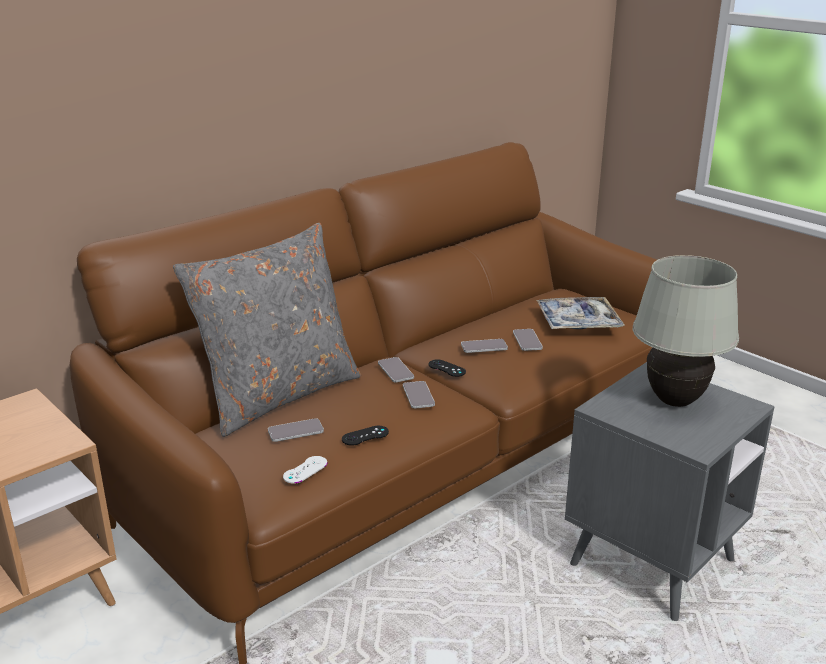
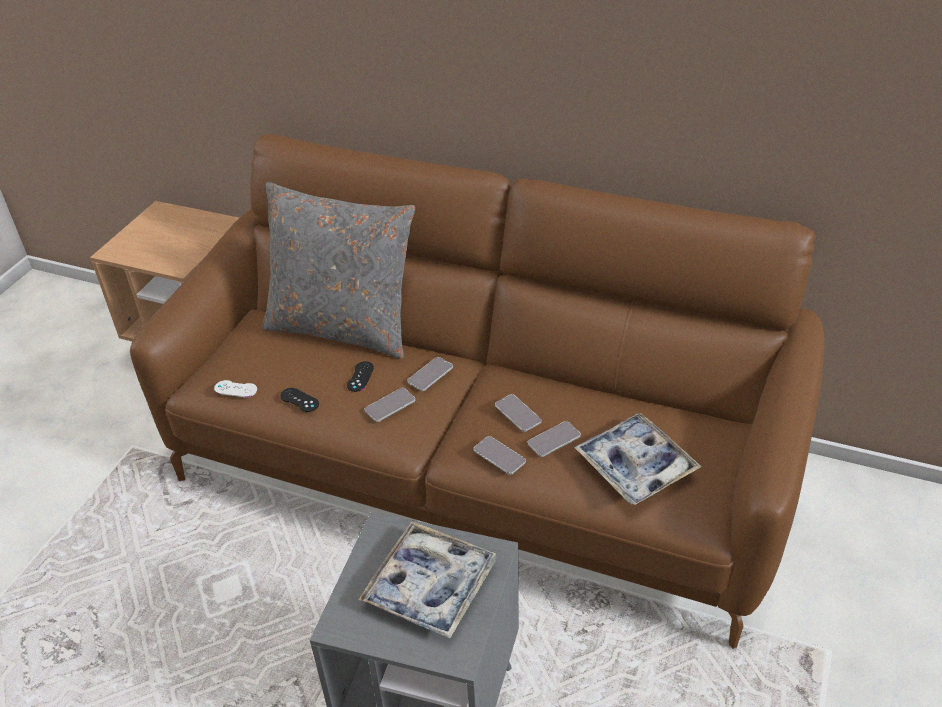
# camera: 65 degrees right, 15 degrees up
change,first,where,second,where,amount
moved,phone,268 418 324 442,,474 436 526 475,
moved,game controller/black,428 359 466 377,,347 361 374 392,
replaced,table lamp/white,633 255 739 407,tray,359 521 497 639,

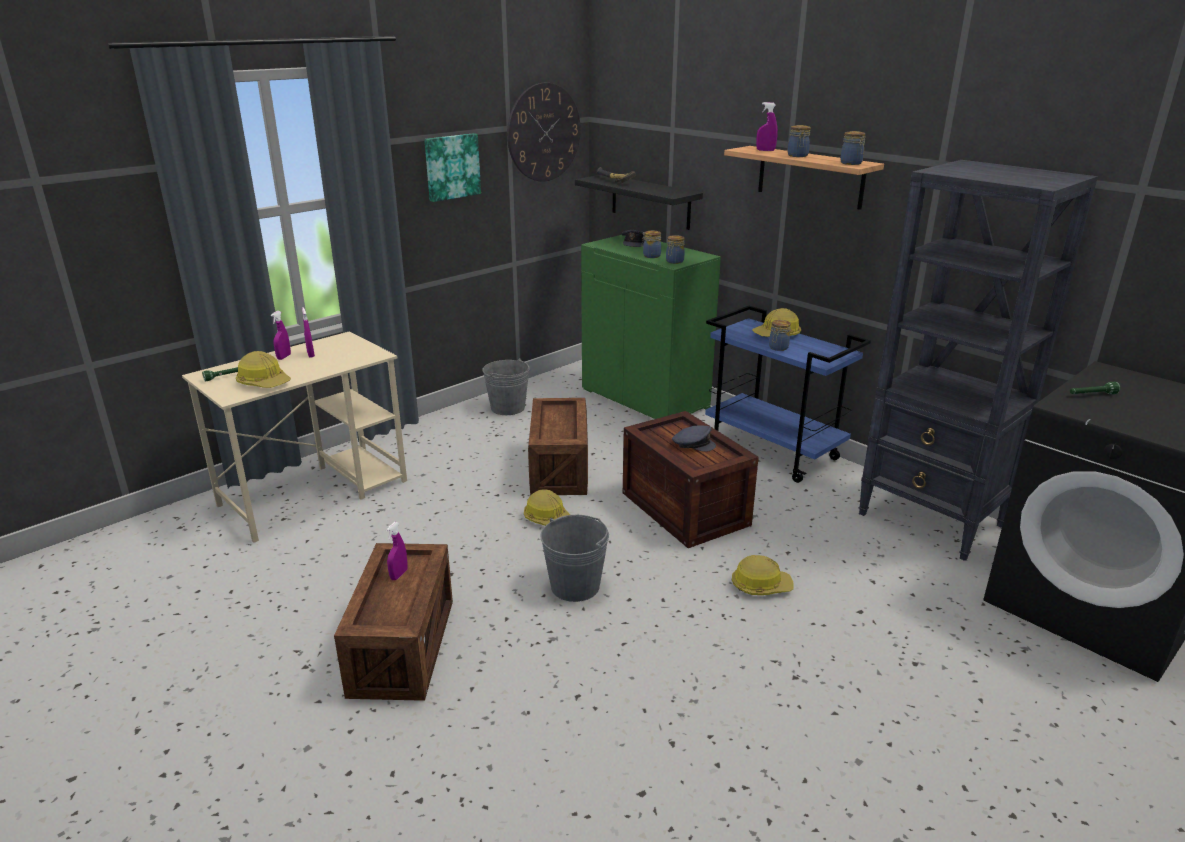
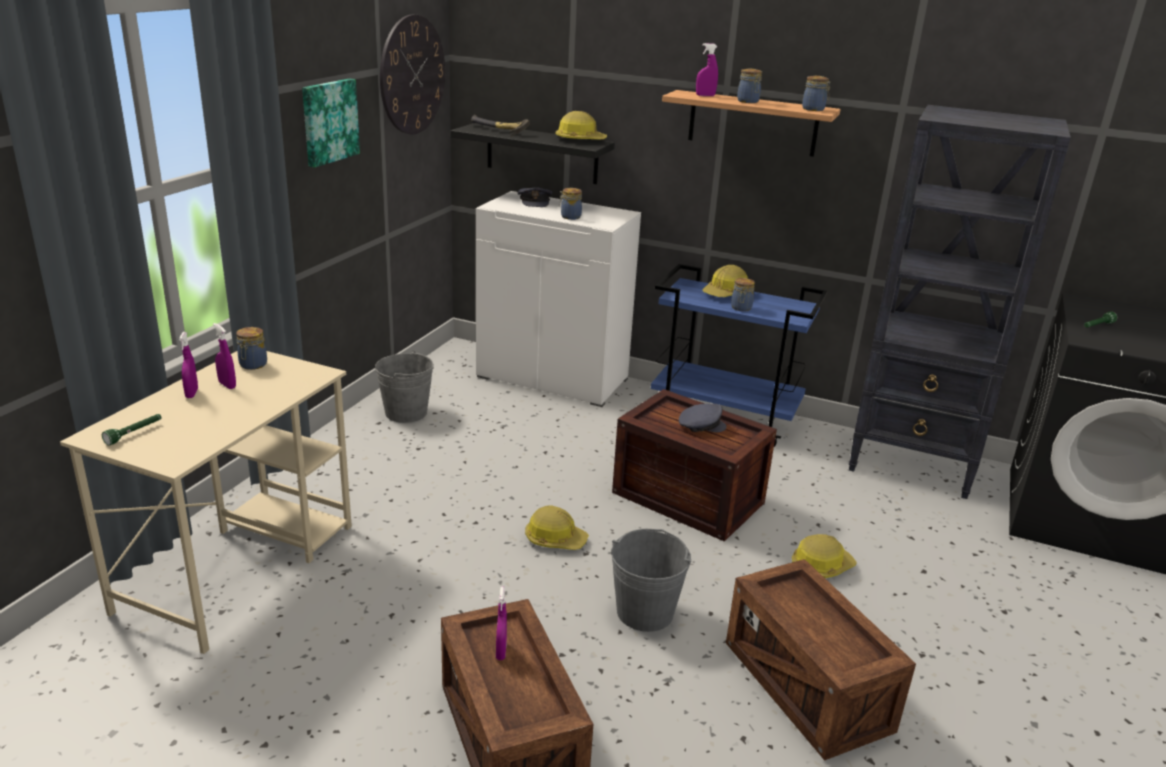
# camera: 25 degrees left, 0 degrees up
change,first,where,second,where,amount
moved,hard hat,236 351 291 388,,556 111 607 140,
moved,crate,528 398 588 496,,726 559 916 761,
moved,jar,666 235 685 264,,236 327 267 370,
recoloured,cabinet/green,581 235 721 419,cabinet/white,476 191 641 407,

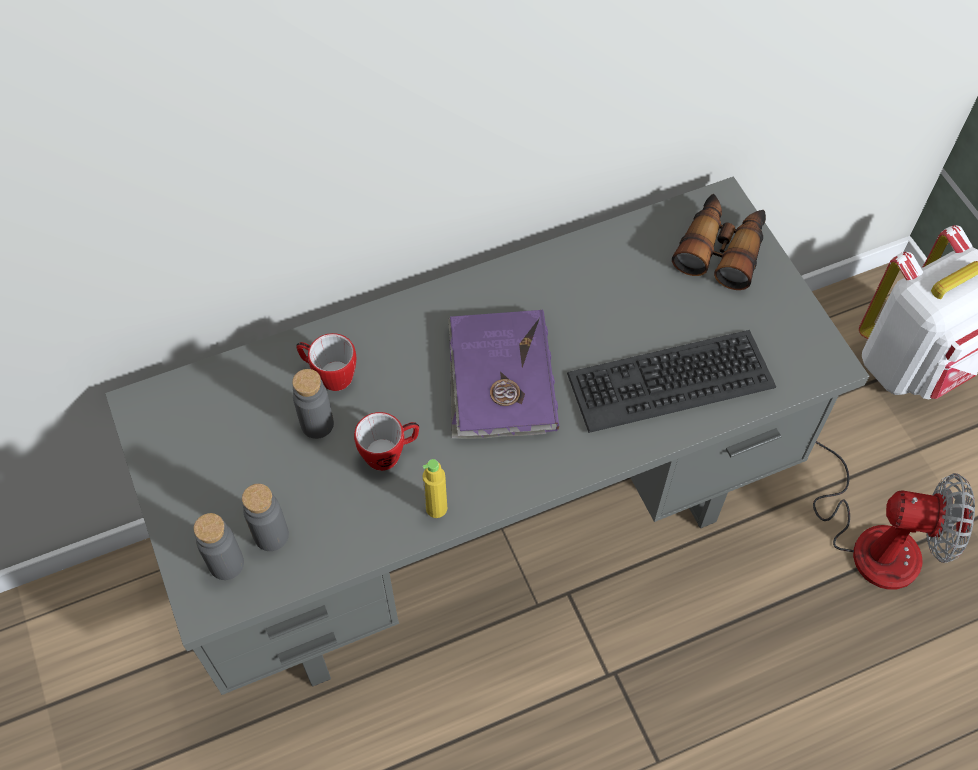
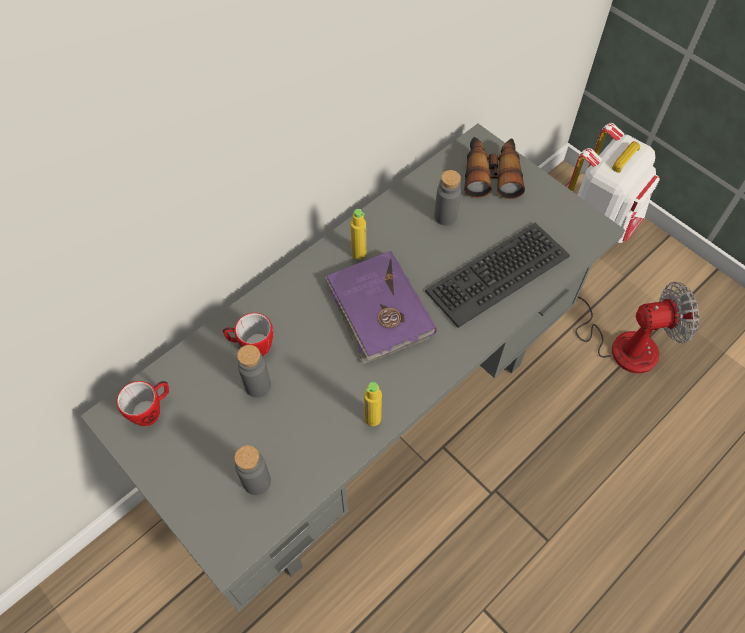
# camera: 20 degrees left, 0 degrees up
change,first,where,second,where,amount
added,,,bottle/yellow,351 209 366 260,
moved,bottle/grey,193 513 244 580,,434 170 461 226,
moved,mug,354 412 419 471,,117 381 169 426,

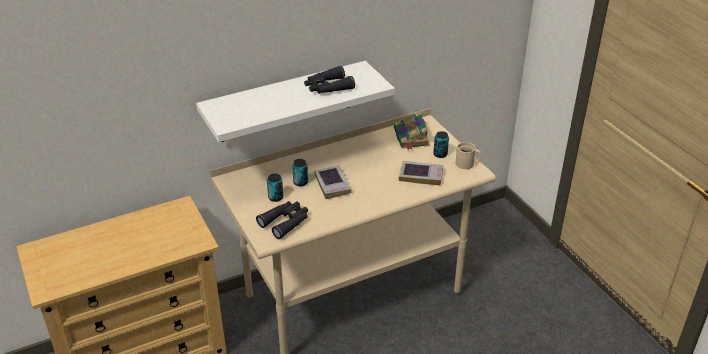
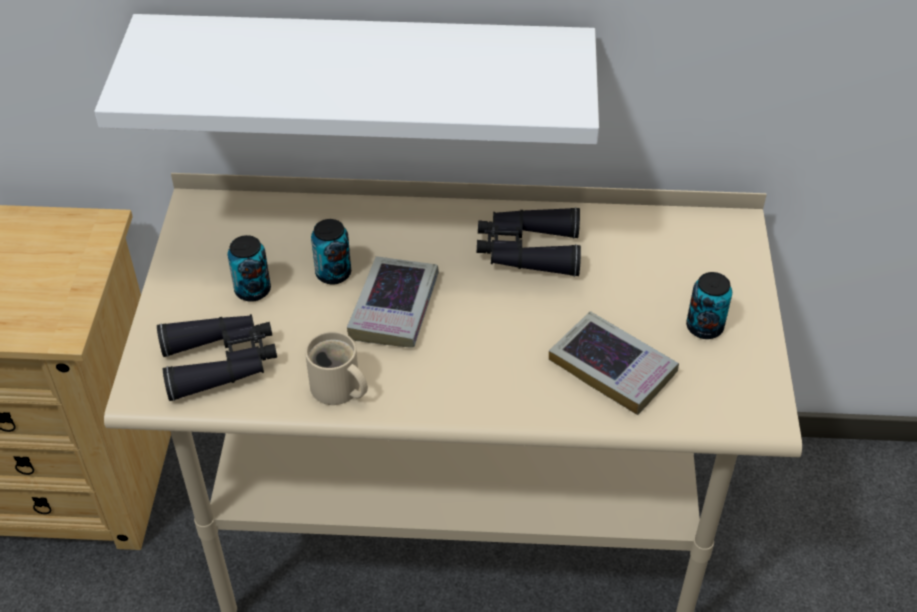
# camera: 30 degrees right, 10 degrees up
change,first,where,second,where,amount
removed,book,394 111 430 150,,,
moved,binoculars/black,304 66 355 94,,477 207 581 277,
moved,mug/beige,455 142 481 169,,305 331 368 405,

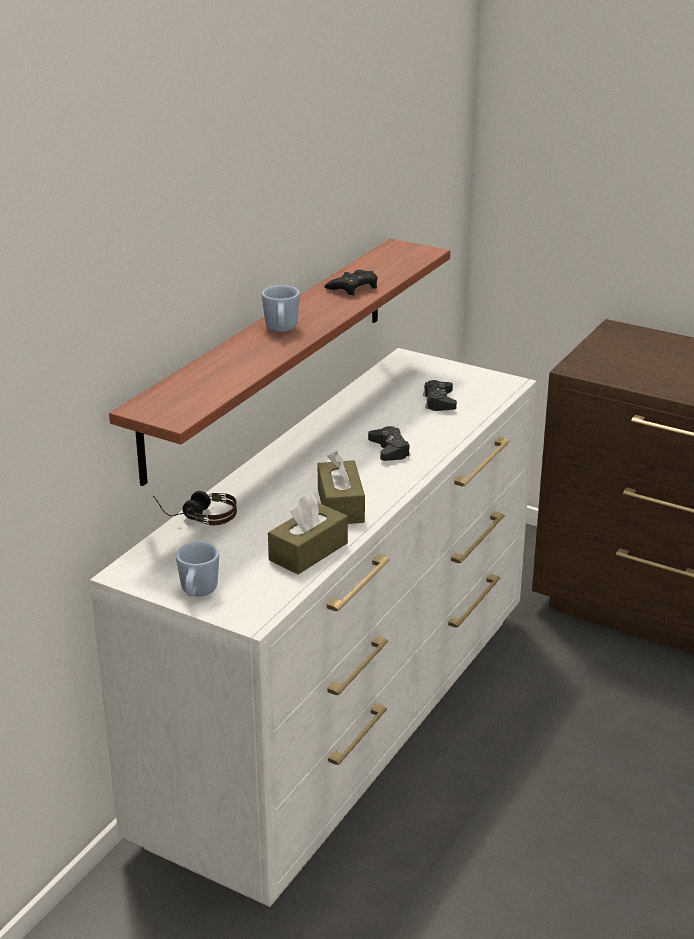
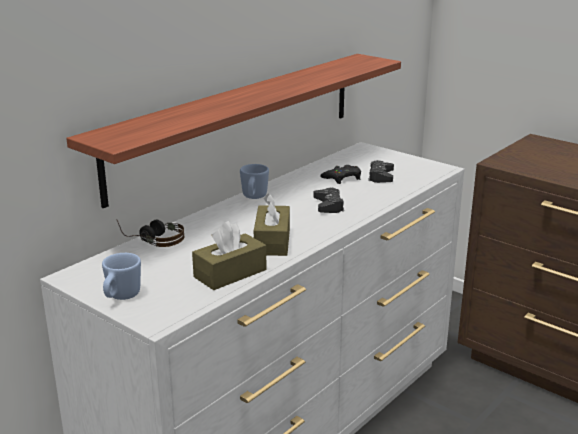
# camera: 10 degrees right, 5 degrees down
change,first,where,second,where,amount
moved,mug/blue,262 285 300 332,,240 164 269 199,
moved,game controller/black,325 270 378 295,,320 165 361 184,

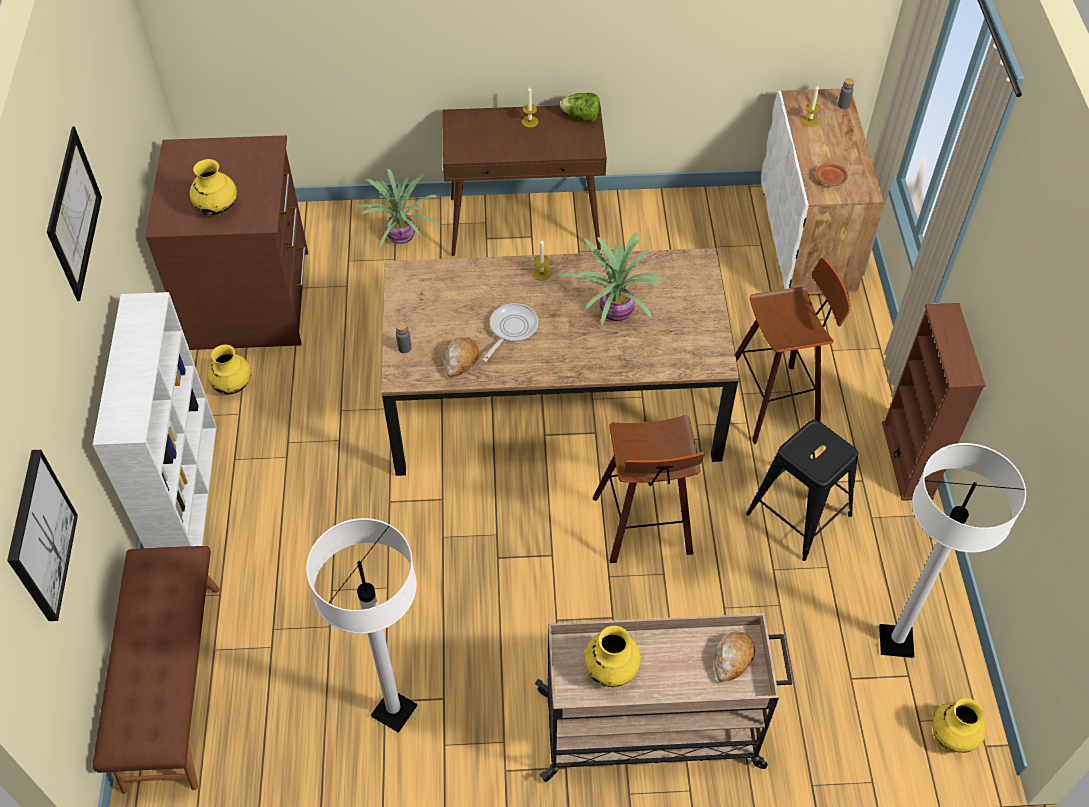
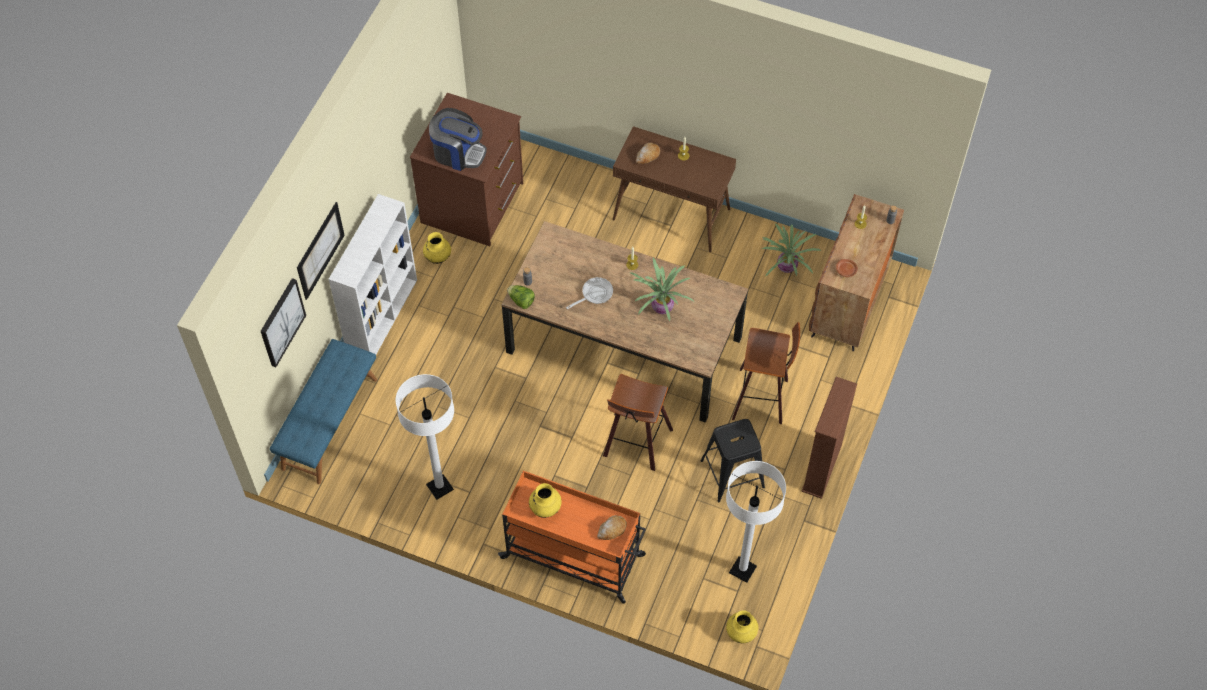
# camera: 25 degrees right, 5 degrees up
change,first,where,second,where,amount
moved,picture,47 127 102 301,,297 202 345 300,
moved,potted plant,356 169 440 250,,762 224 821 277,
moved,bread,443 337 479 378,,636 143 660 164,
moved,lettuce,561 93 600 122,,507 285 535 309,
replaced,vase/yellow,190 159 237 216,coffee machine,429 108 487 171,
recoloured,bench/brown,92 546 220 794,bench/blue,270 339 377 484,
recoloured,cart/beige,535 613 792 782,cart/orange,498 471 646 604,
recoloured,cabinet/white,761 89 884 297,cabinet/brown,809 194 904 351,

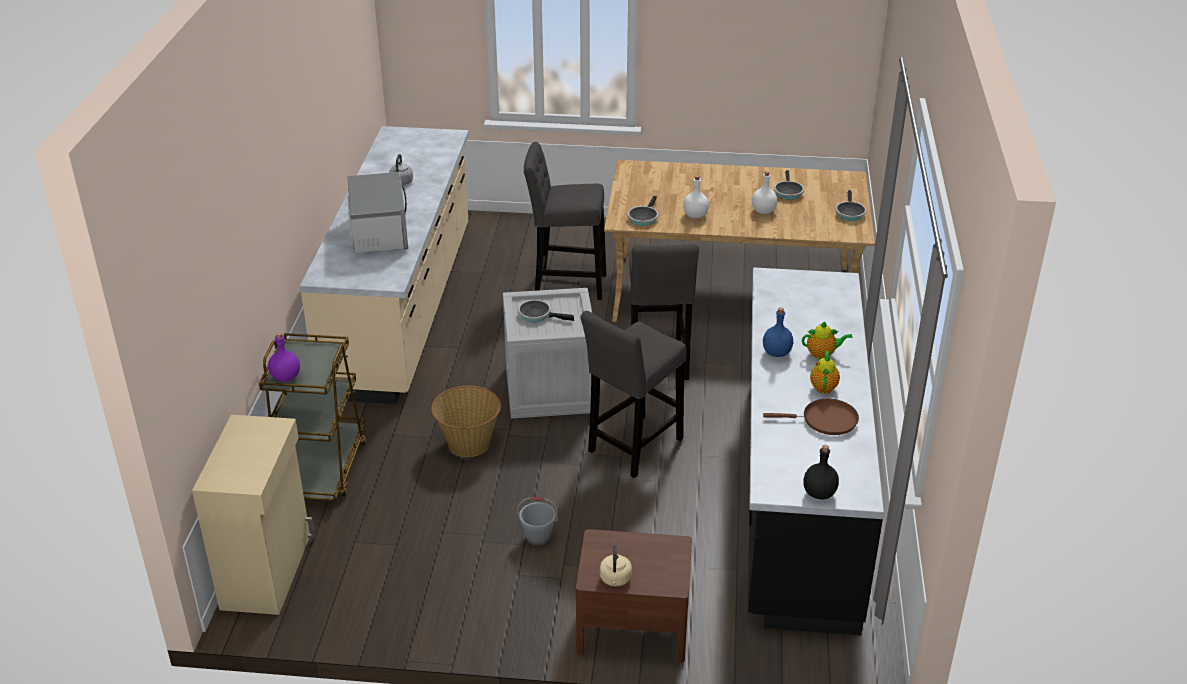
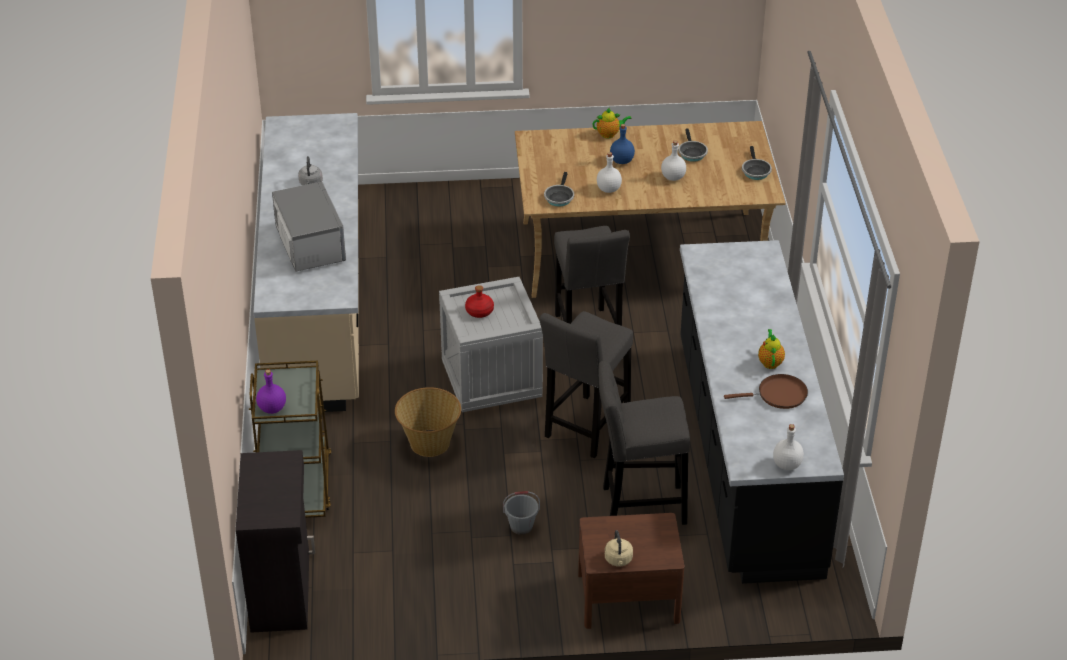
# camera: 10 degrees left, 5 degrees up
change,first,where,second,where,amount
moved,stool/grey,524 142 606 300,,598 361 690 525,
moved,bottle/blue,763 308 793 357,,610 124 635 164,
moved,teapot,802 322 853 359,,593 108 632 138,
replaced,frying pan,518 300 574 322,bottle/red,465 285 494 318,
recoloured,cabinet/beige,192 415 315 615,cabinet/black,236 450 315 633,
recoloured,bottle/black,803 445 839 500,bottle/white,773 424 804 470,

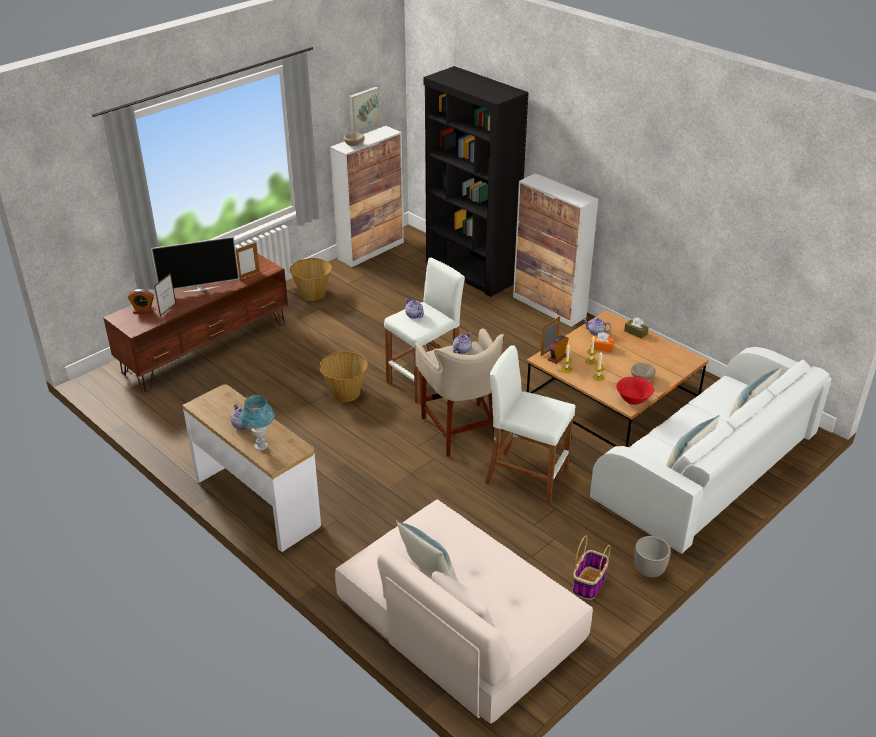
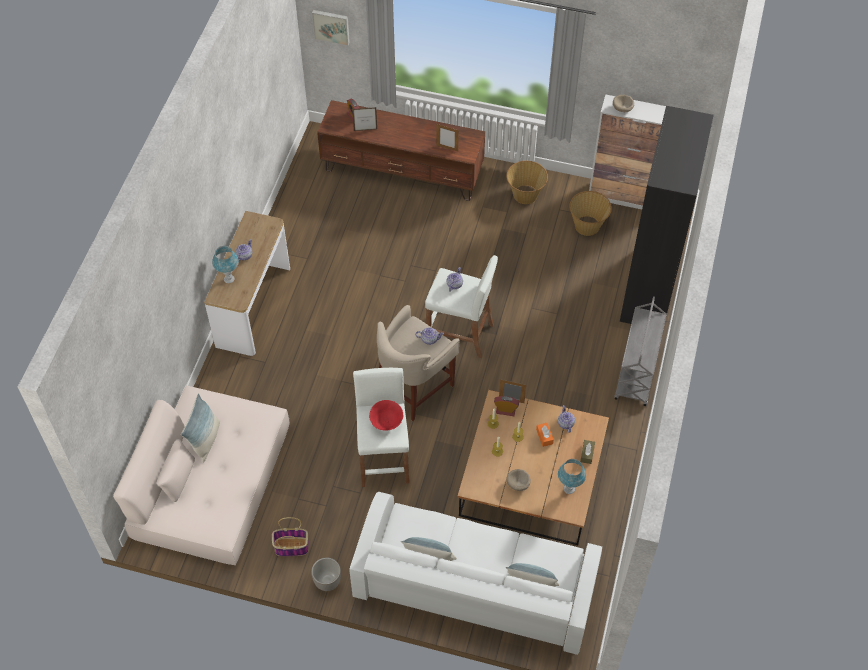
# camera: 60 degrees right, 20 degrees up
change,first,where,second,where,amount
removed,television,151 236 239 293,,,
added,,,table lamp/blue,558 459 586 494,
moved,basket,319 352 368 402,,569 191 612 236,
moved,picture,349 87 380 131,,312 10 350 46,
moved,bowl/red,616 377 654 405,,369 400 403 431,
replaced,cabinet,513 173 598 327,cart/grey,614 296 667 406,

